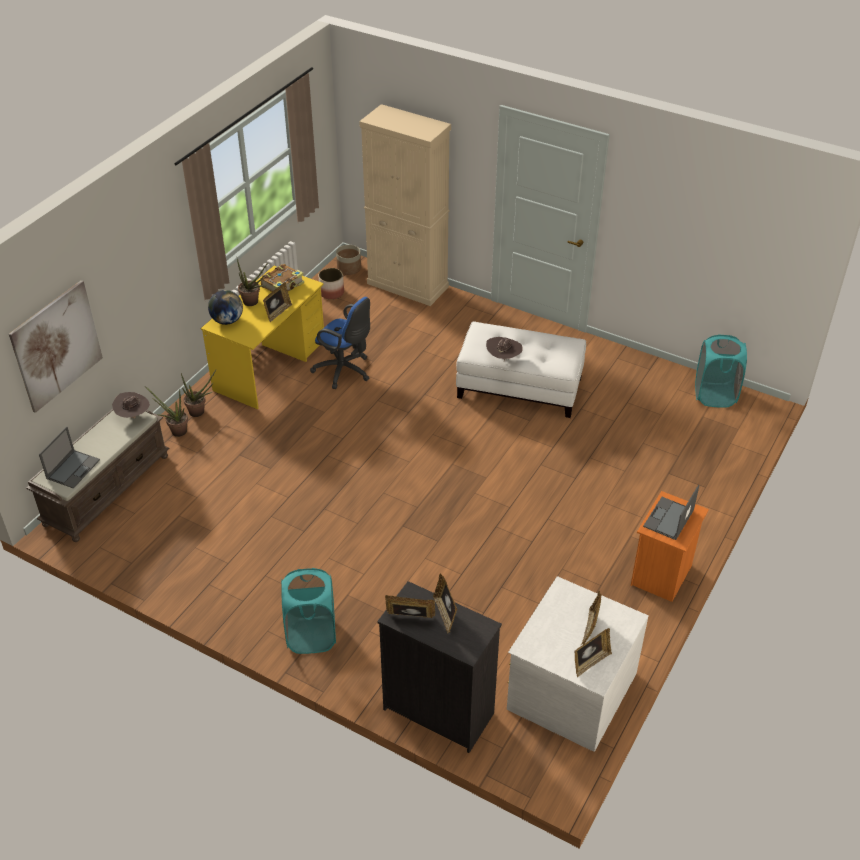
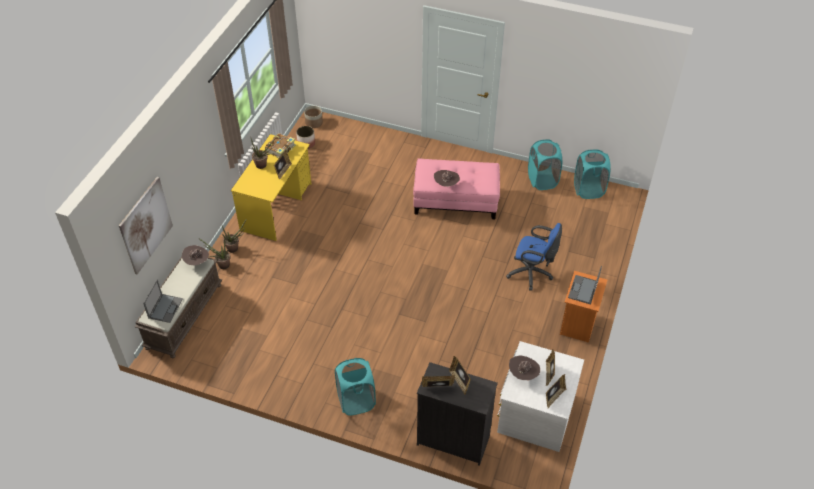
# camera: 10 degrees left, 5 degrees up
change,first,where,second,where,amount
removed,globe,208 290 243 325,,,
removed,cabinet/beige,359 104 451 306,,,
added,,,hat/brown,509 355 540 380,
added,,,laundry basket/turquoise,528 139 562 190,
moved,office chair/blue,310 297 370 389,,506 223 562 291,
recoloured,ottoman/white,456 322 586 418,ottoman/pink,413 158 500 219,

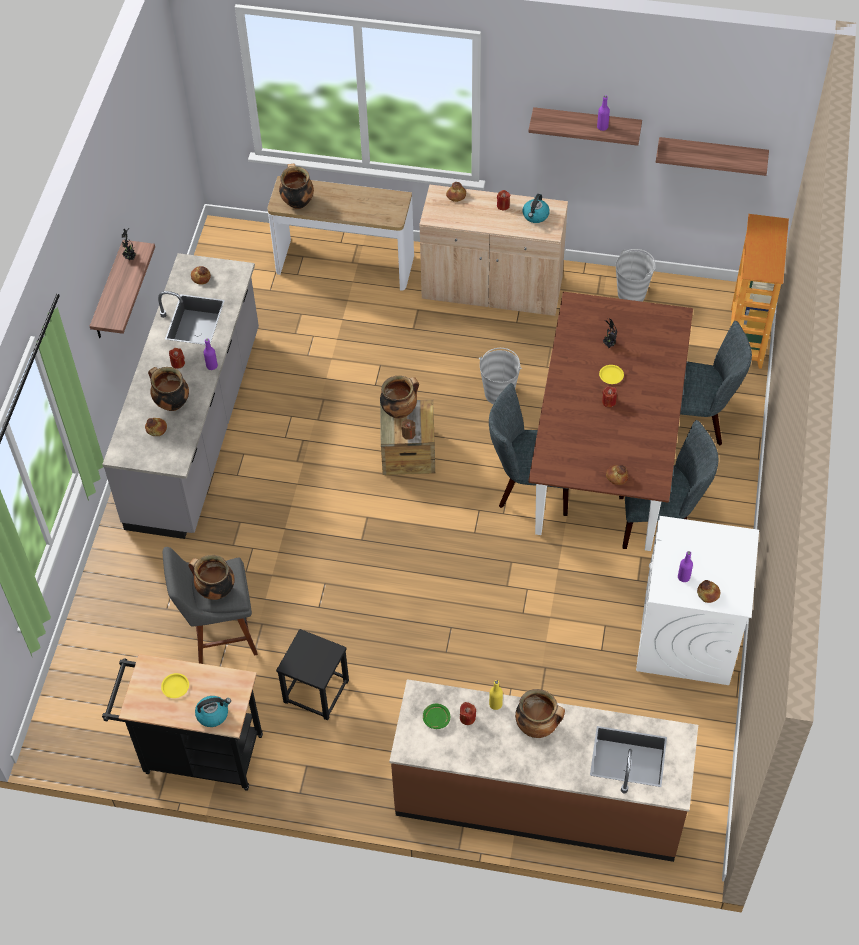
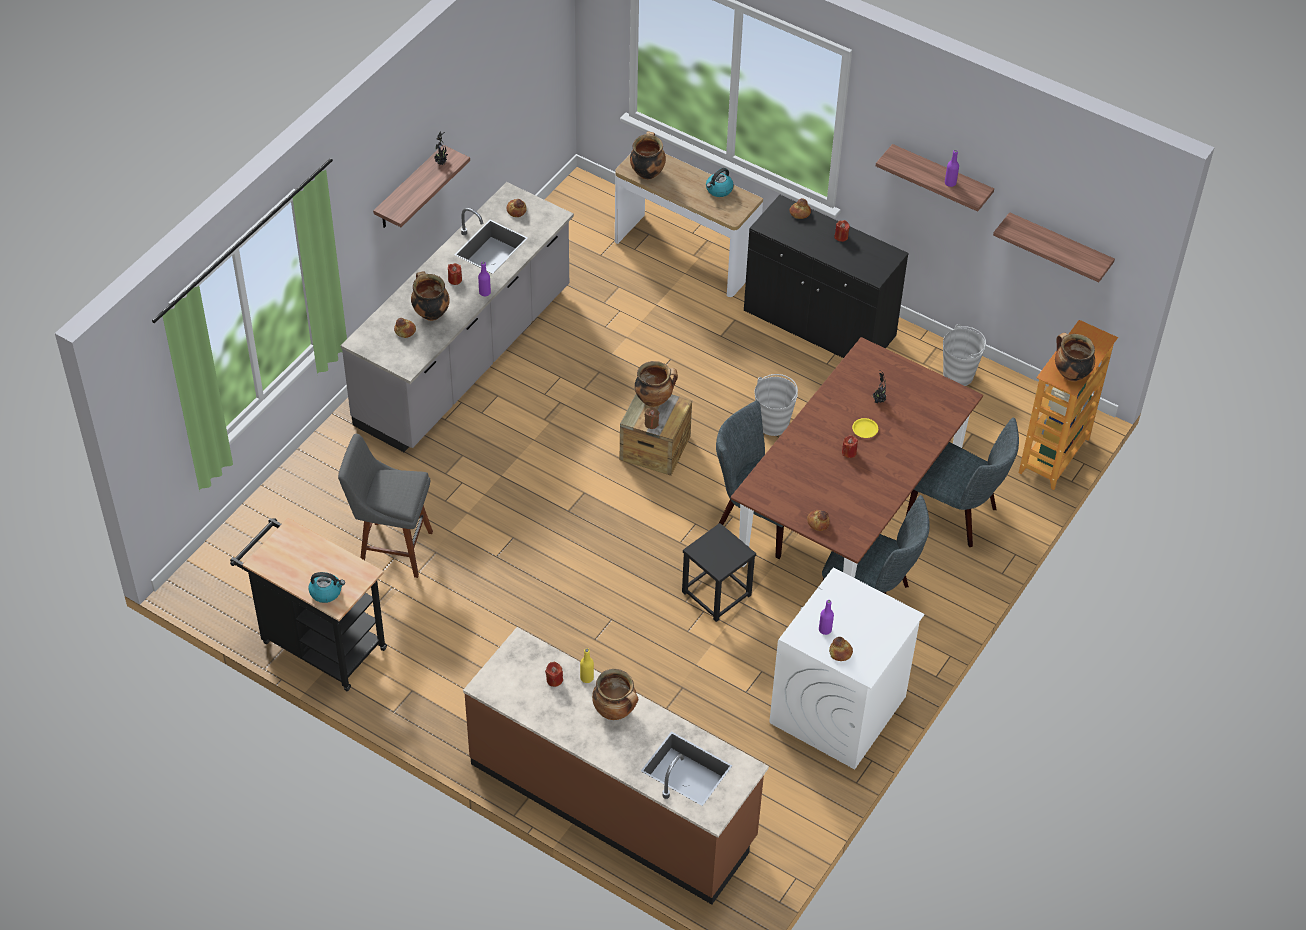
# camera: 20 degrees right, 5 degrees down
change,first,where,second,where,amount
removed,plate/yellow,161 673 189 698,,,
removed,plate/green,423 704 450 729,,,
moved,cooking pot,189 555 235 600,,1055 333 1095 382,
moved,stool/black,276 629 349 720,,682 523 756 622,
moved,kettle,523 194 550 223,,706 168 734 197,
recoloured,cabinet/beige,419 185 568 316,cabinet/black,744 195 908 358,

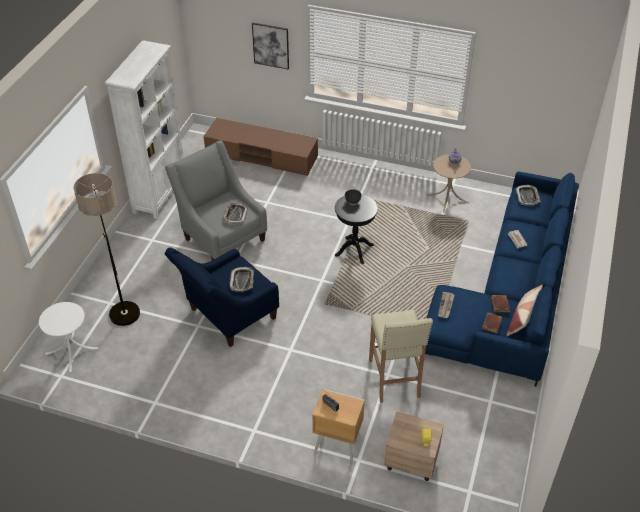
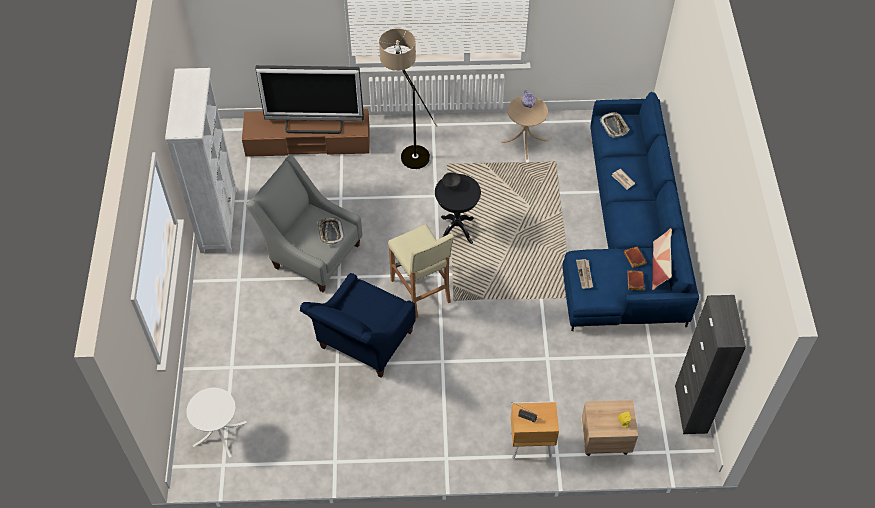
# camera: 20 degrees left, 10 degrees up
change,first,where,second,where,amount
removed,tray,229 267 254 292,,,
removed,picture,252 23 289 70,,,
added,,,television,255 65 364 134,
added,,,cabinet/black,675 295 746 434,
moved,floor lamp,73 173 140 326,,379 29 437 169,
moved,stool/beige,369 310 433 403,,388 224 454 318,

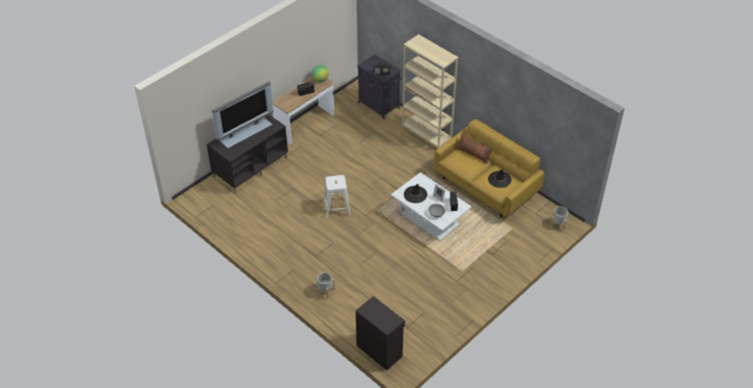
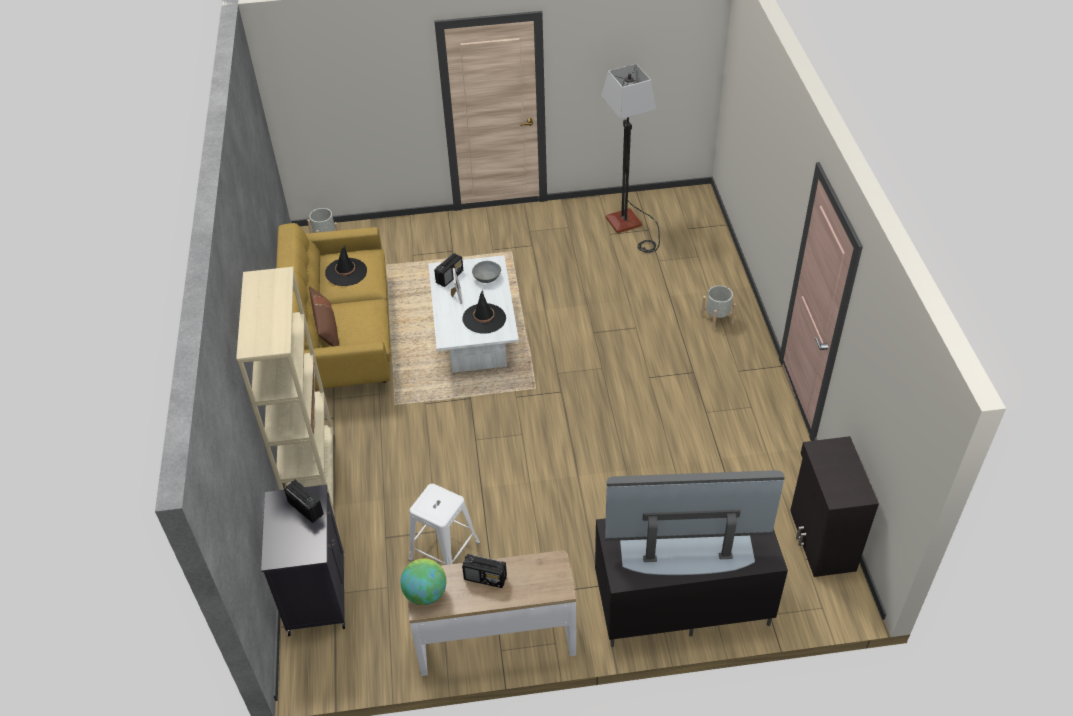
# camera: 140 degrees left, 0 degrees up
change,first,where,second,where,amount
added,,,floor lamp,601 64 660 253,
moved,stool/white,324 175 351 218,,408 484 480 565,
moved,cabinet/black,356 296 405 370,,790 436 879 577,

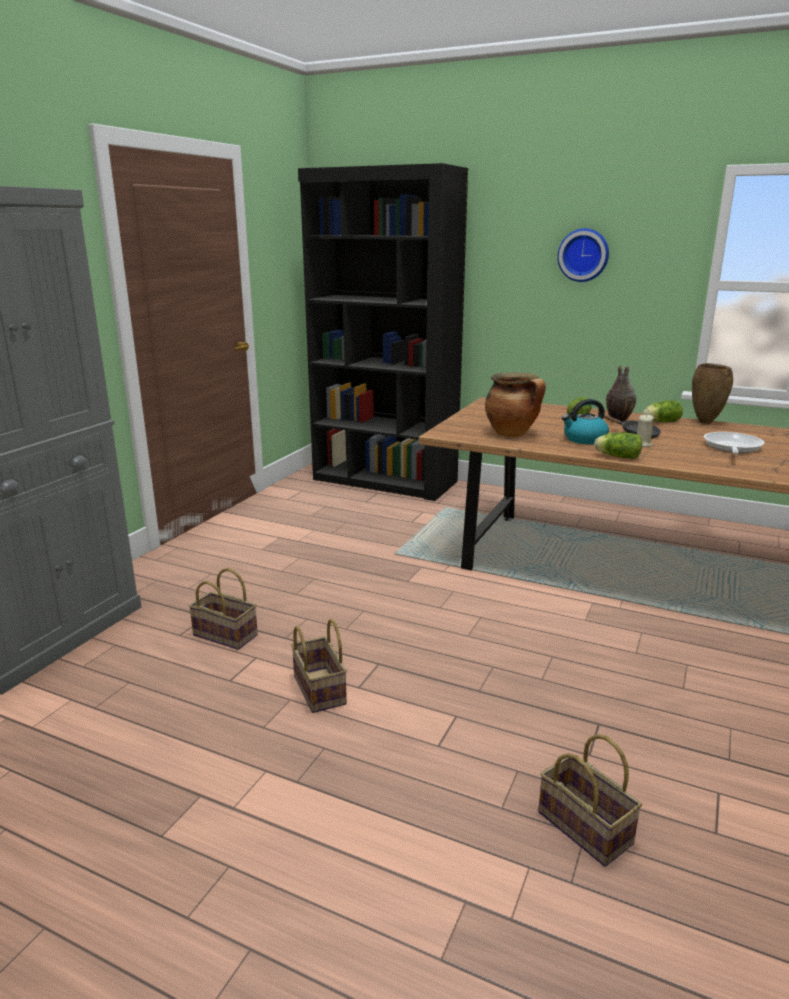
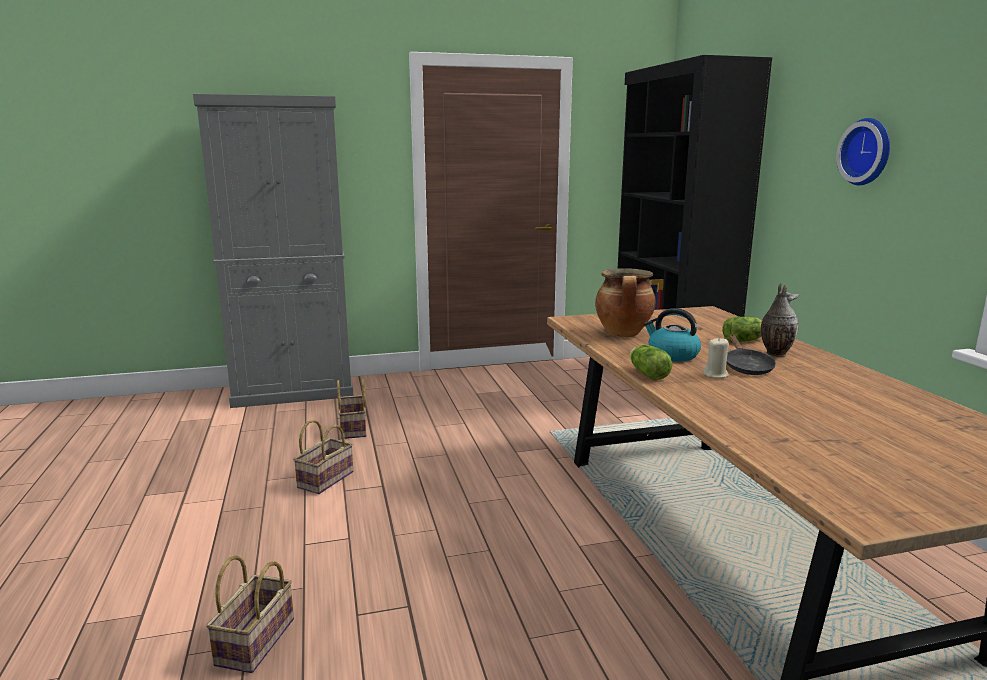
# camera: 50 degrees right, 5 degrees down
change,first,where,second,where,amount
removed,lettuce,643 400 683 422,,,
removed,vase/brown,692 363 733 424,,,
removed,frying pan,704 432 765 454,,,

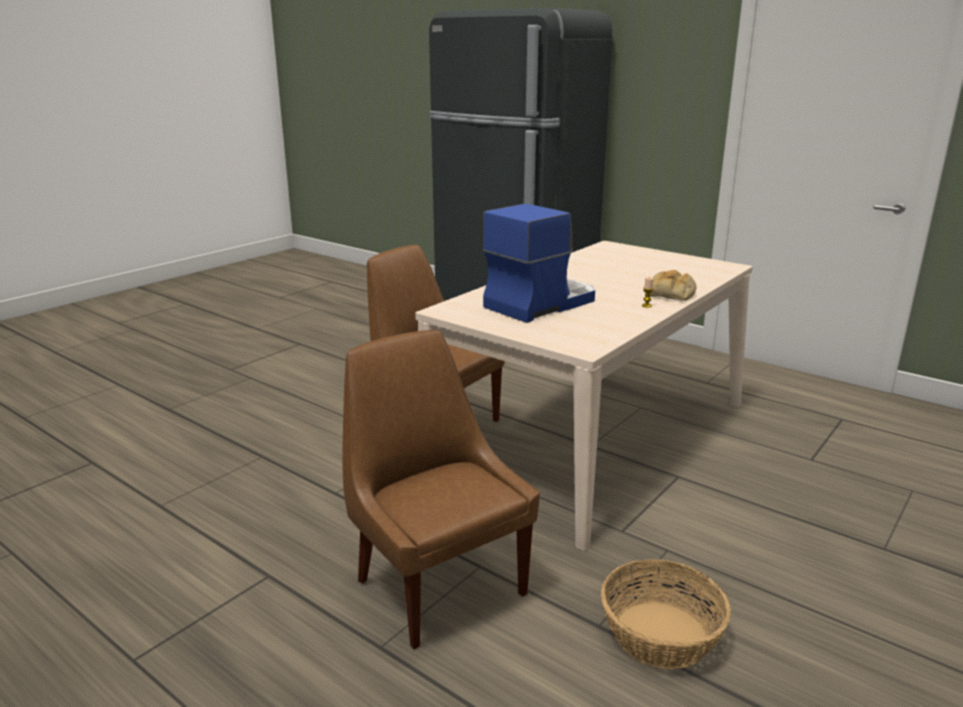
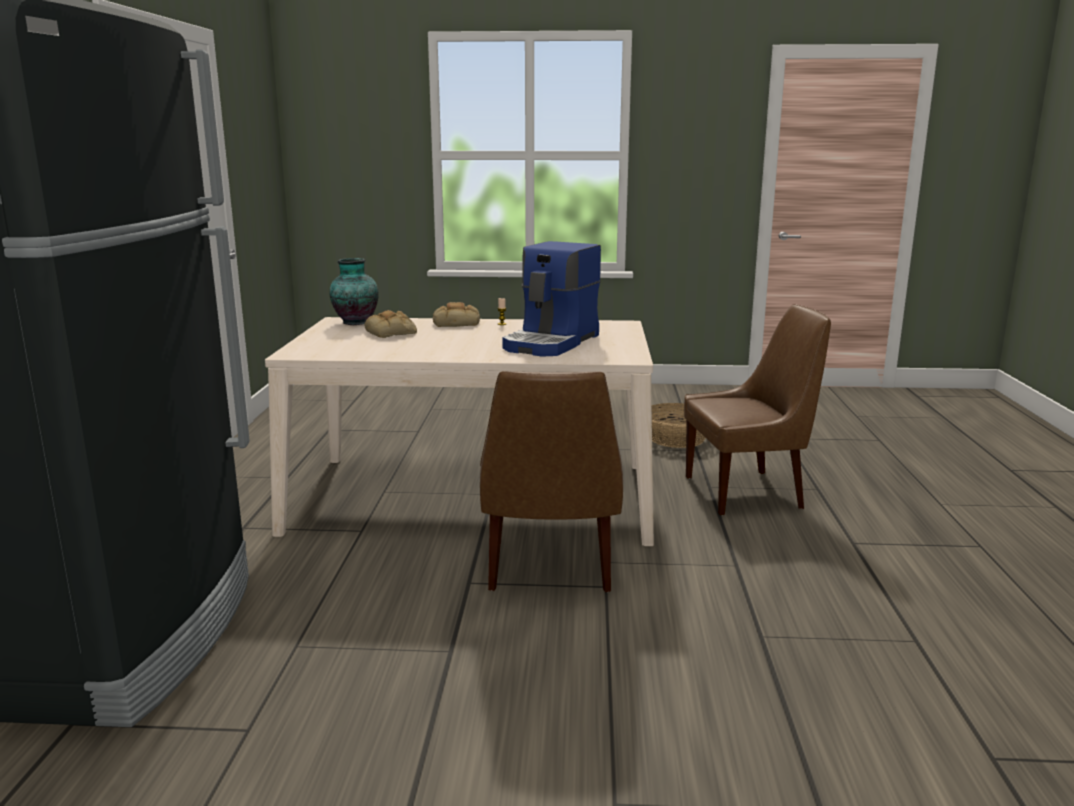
# camera: 125 degrees left, 5 degrees down
change,first,where,second,where,amount
added,,,vase,329 258 379 325,
added,,,bread,365 310 417 338,
turned,chair/brown,342 330 540 649,,684 304 831 515,120 degrees counterclockwise
turned,coffee machine,483 204 595 323,,502 241 601 357,75 degrees counterclockwise

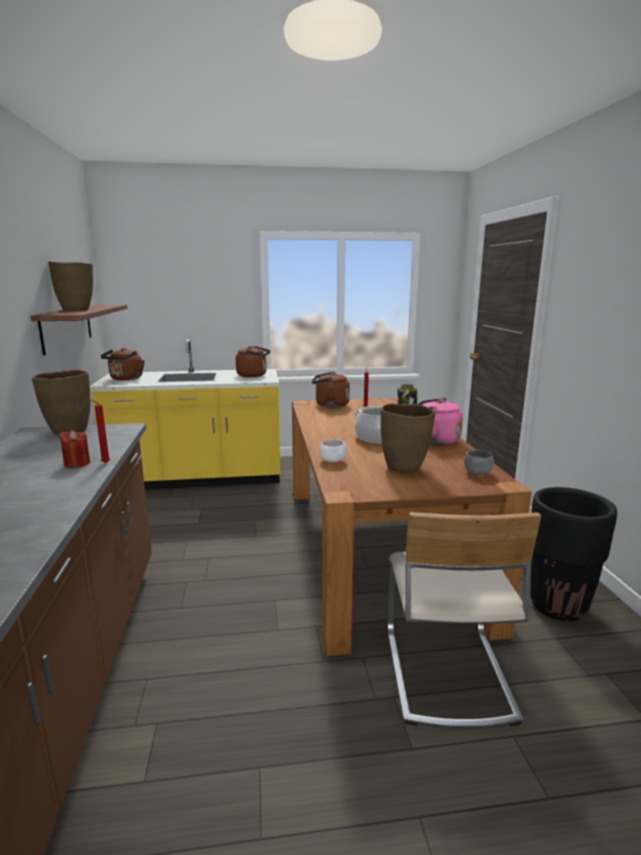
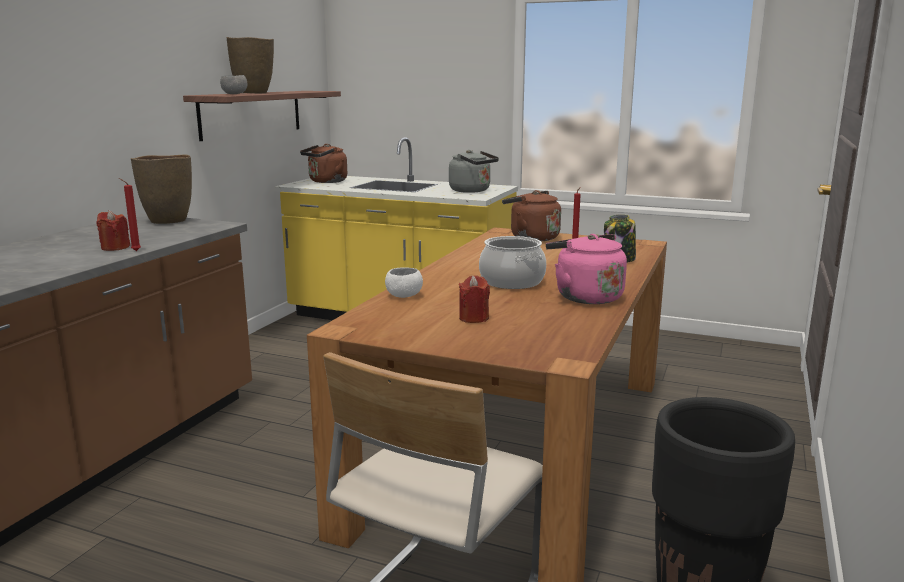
# camera: 30 degrees right, 0 degrees up
change,first,where,second,where,amount
moved,bowl/grey,464 450 494 475,,220 75 247 94,
replaced,vase/brown,381 404 435 473,candle/red,459 275 490 323,
recoloured,kettle/brown,236 346 271 377,kettle/grey,449 150 499 193,

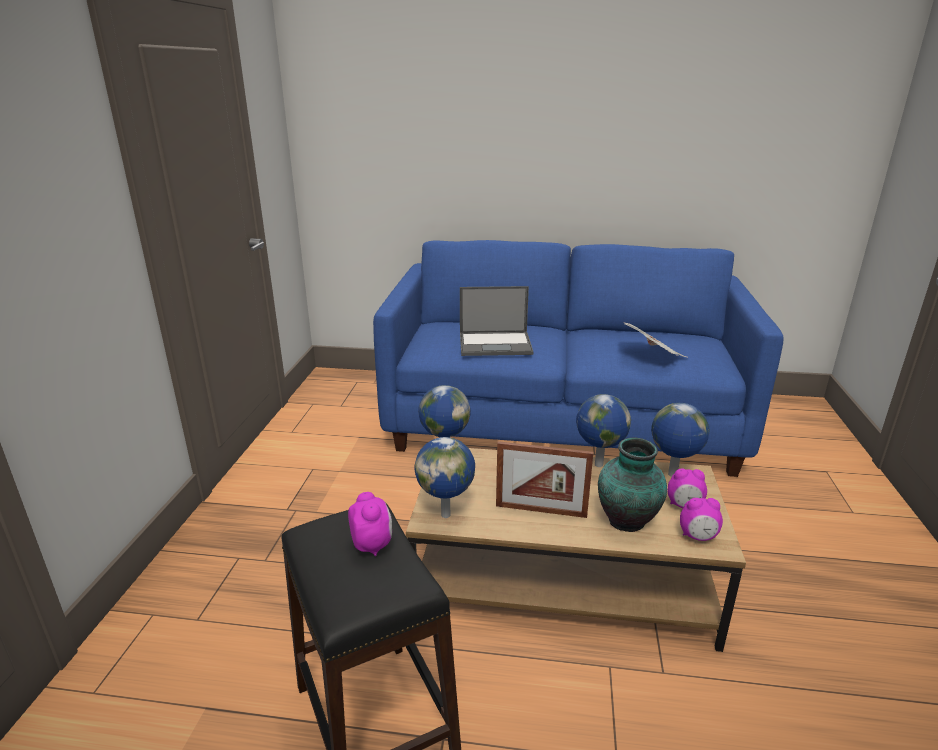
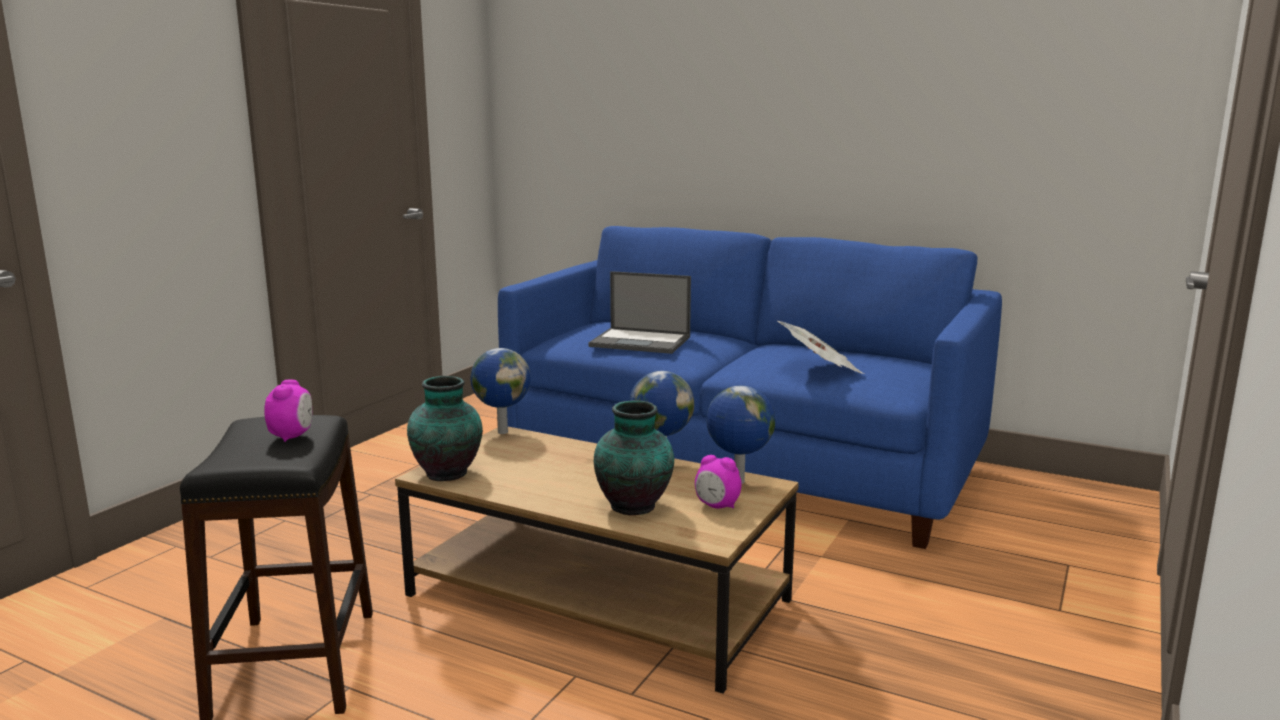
# camera: 20 degrees right, 10 degrees down
change,first,where,second,where,amount
removed,picture frame,496 441 593 518,,,
removed,alarm clock,680 498 723 541,,,
replaced,globe,414 437 475 518,vase,407 376 483 481,

